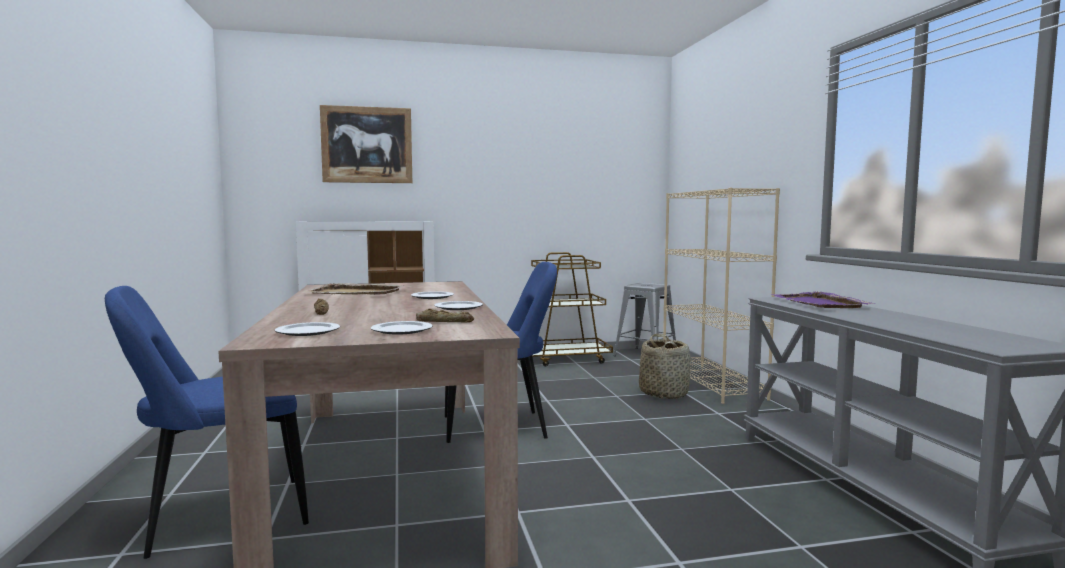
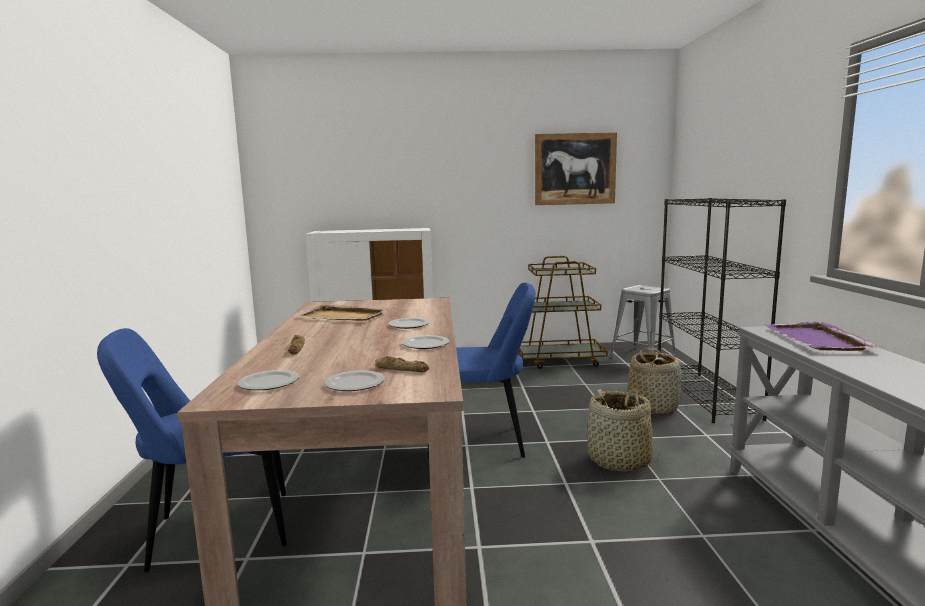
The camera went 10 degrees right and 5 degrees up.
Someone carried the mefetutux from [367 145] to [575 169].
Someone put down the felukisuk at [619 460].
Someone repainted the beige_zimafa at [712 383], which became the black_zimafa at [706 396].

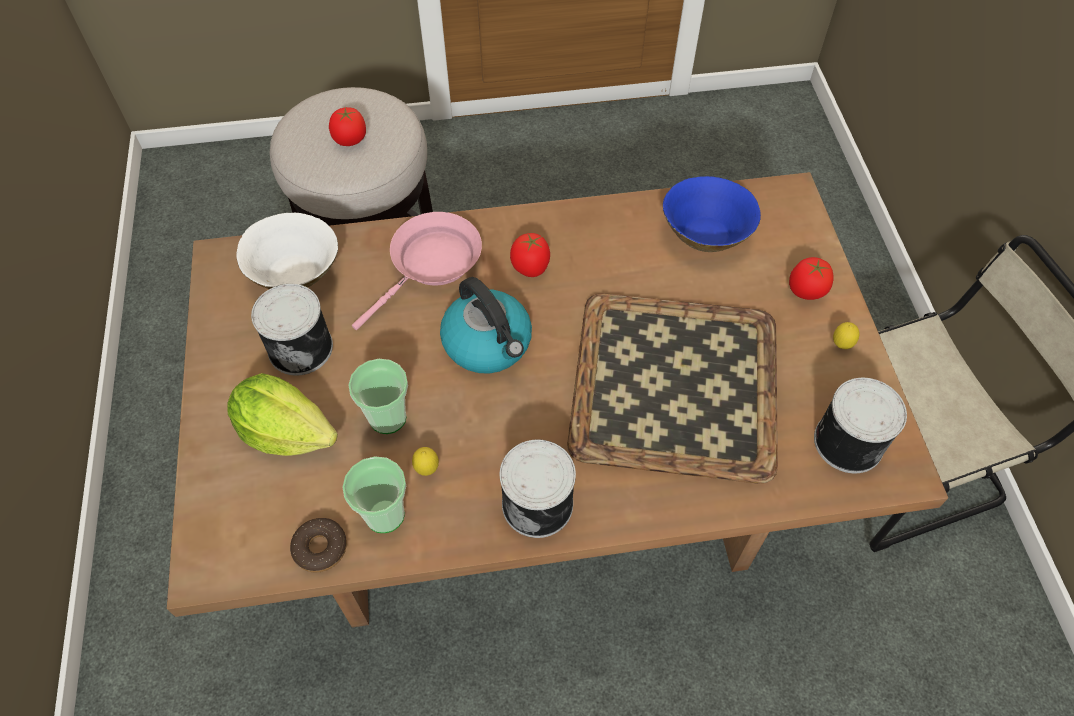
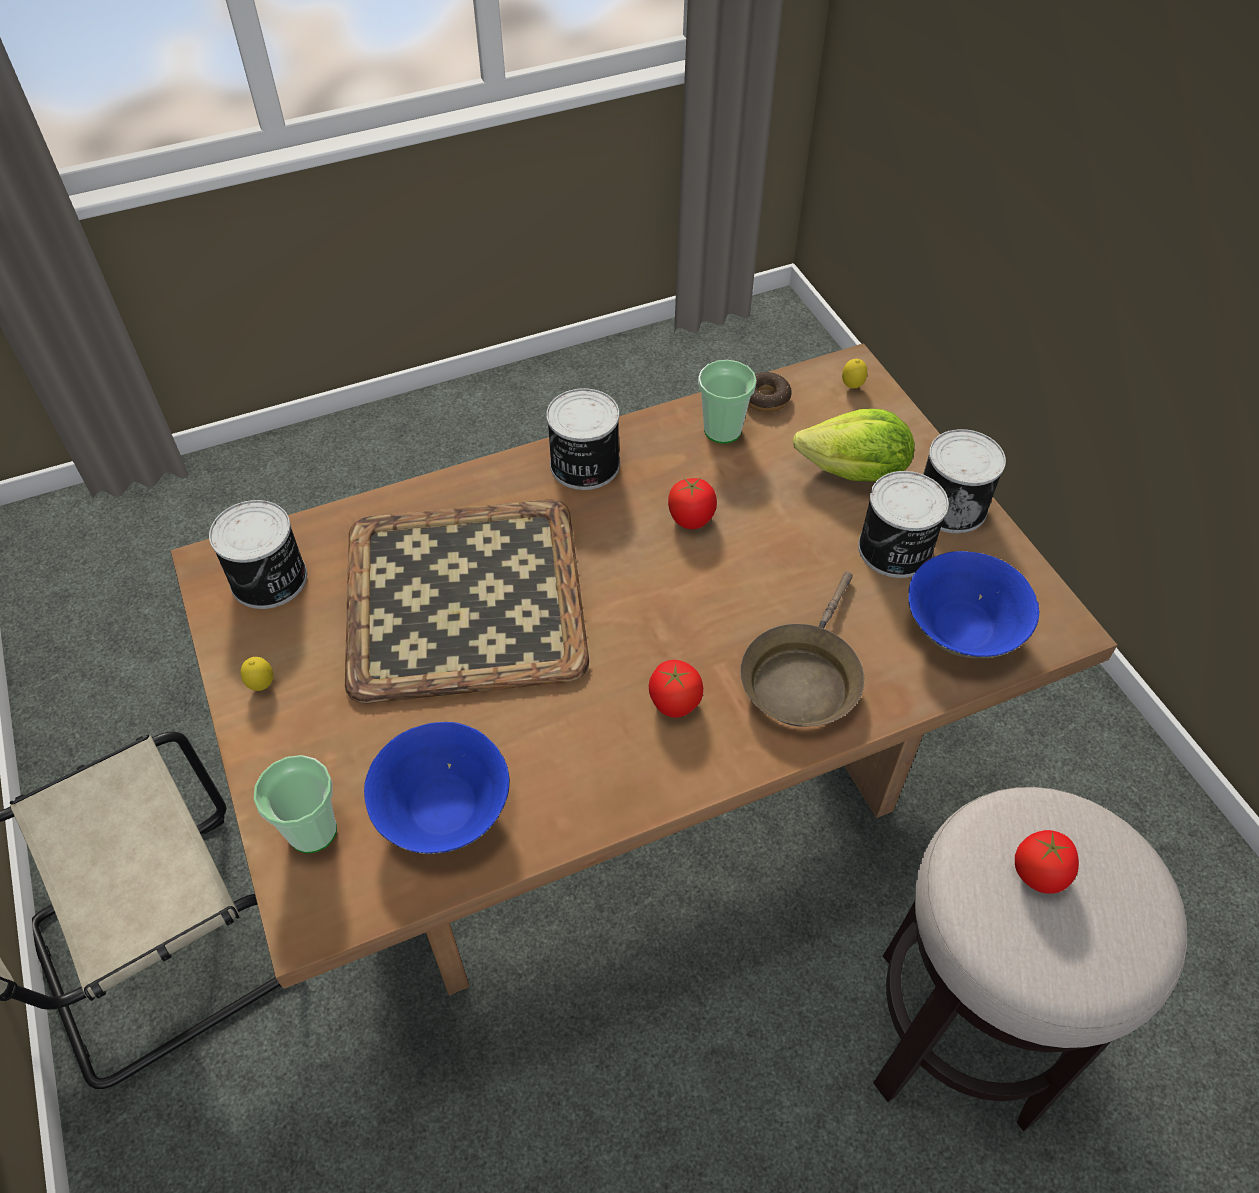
The camera went 165 degrees right and 5 degrees down.
Someone carried the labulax from [387 417] to [312 830].
Someone carried the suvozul from [805 291] to [691 519].
Someone repainted the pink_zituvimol at [431 265], which became the brown_zituvimol at [802 677].
Someone carried the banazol from [427 469] to [852 387].
Someone repainted the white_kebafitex at [296 272], which became the blue_kebafitex at [961 630].
Someone put down the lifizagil at [951 505].
Someone took away the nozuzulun at [488 343].

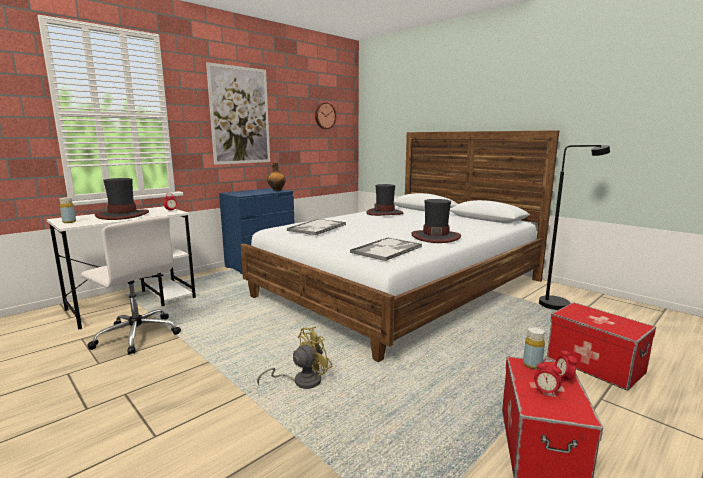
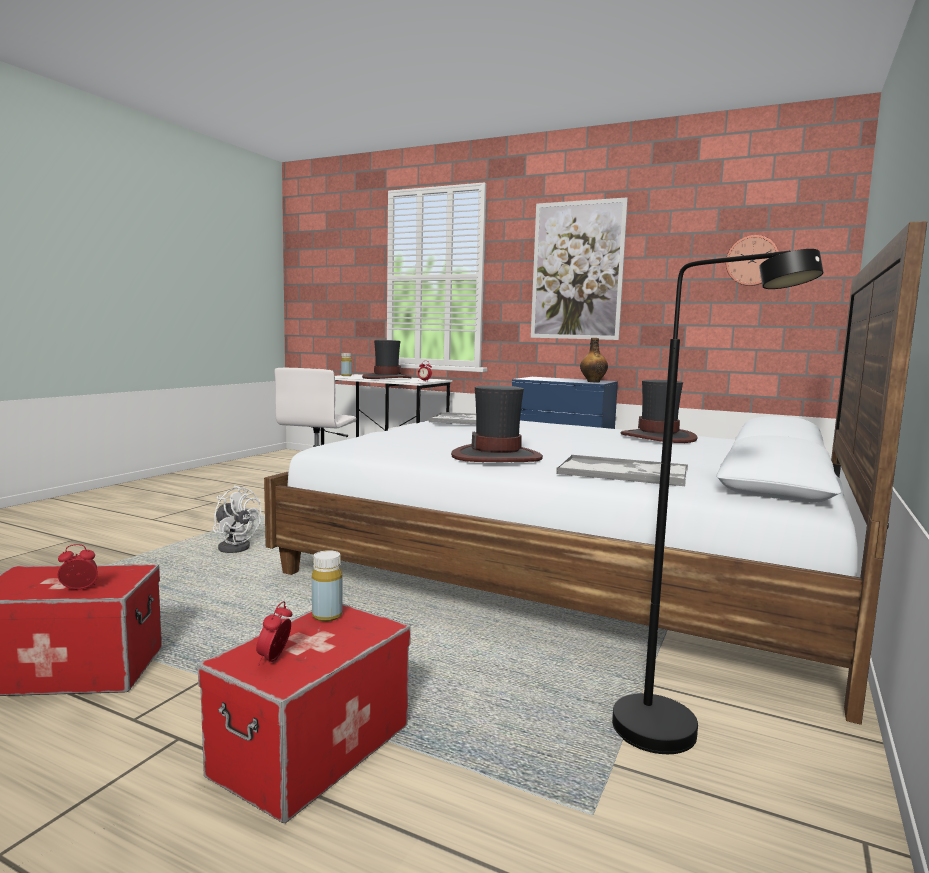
The camera went 70 degrees right and 5 degrees down.
Someone repainted the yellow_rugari at [301 381], which became the white_rugari at [235 546].
Someone carried the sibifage from [545 392] to [274 660].
Someone carried the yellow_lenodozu from [532 365] to [327 616].
Someone carried the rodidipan from [387 249] to [624 472].

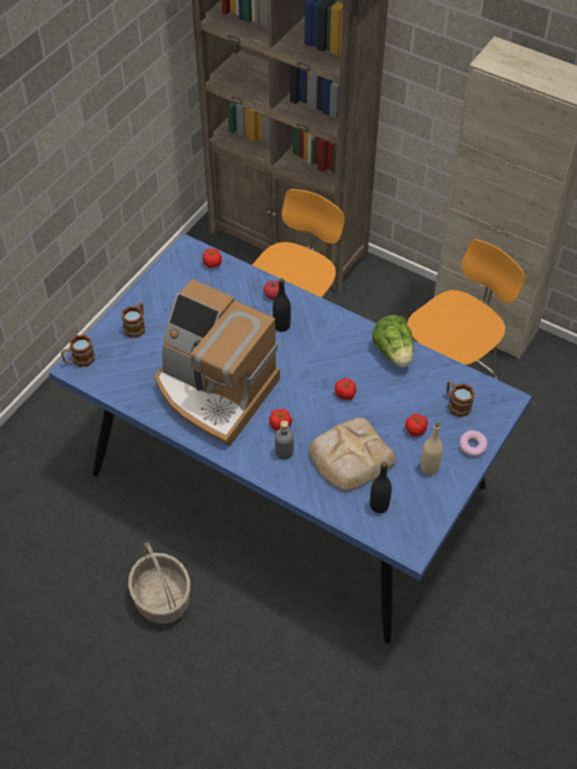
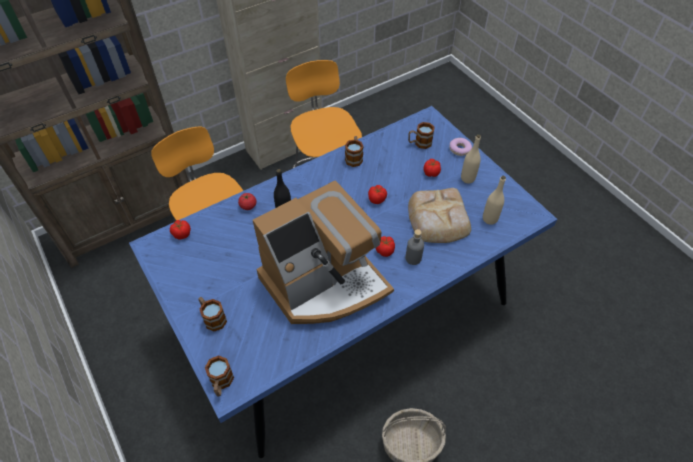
The camera went 65 degrees left and 0 degrees up.
Someone swapped the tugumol at [394 353] for the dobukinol at [354 157].
Someone repainted the black_lenodozu at [379 506], which became the beige_lenodozu at [489 219].

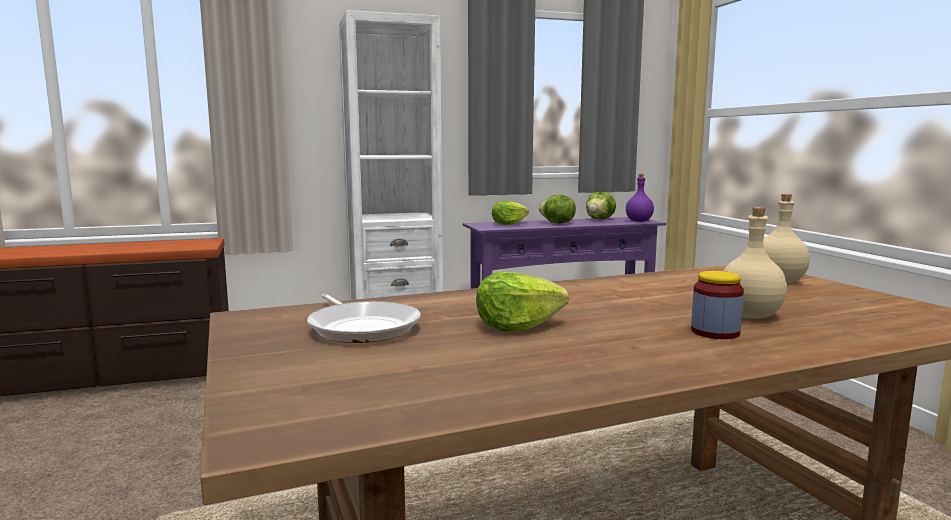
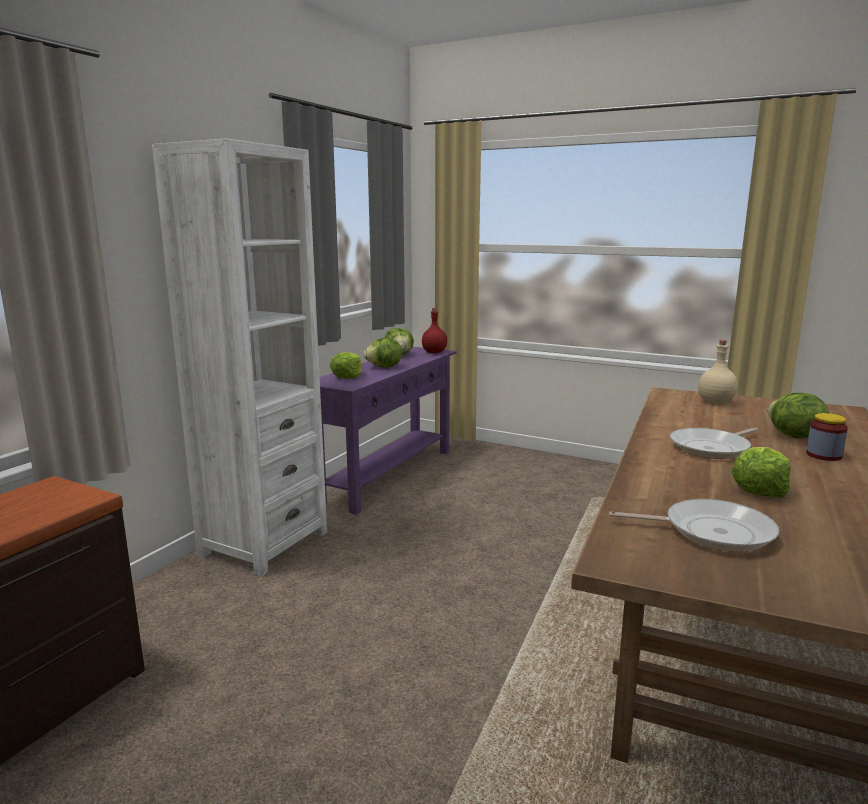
The camera went 45 degrees left and 5 degrees up.
Someone repainted the purple_lenodozu at [638 221], which became the red_lenodozu at [434 352].
Someone put down the zituvimol at [712 448].
Someone swapped the beige_lenodozu at [749 316] for the tugumol at [793 436].

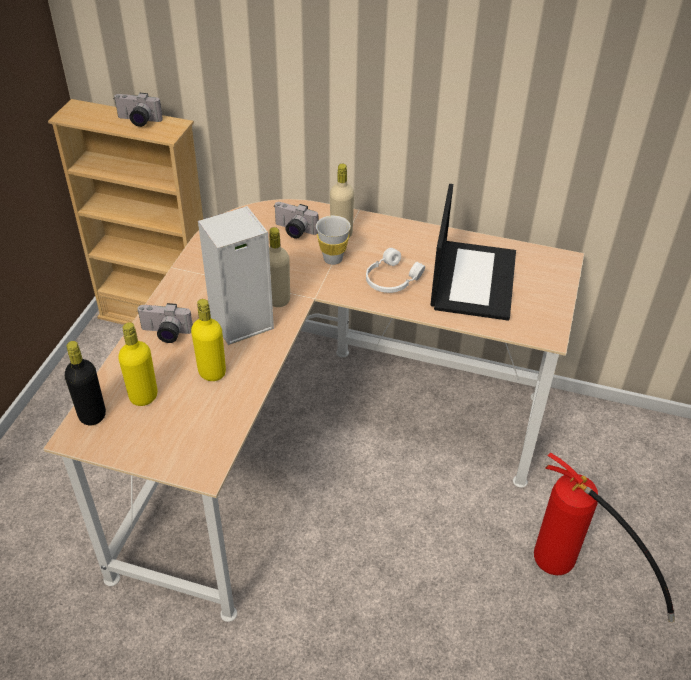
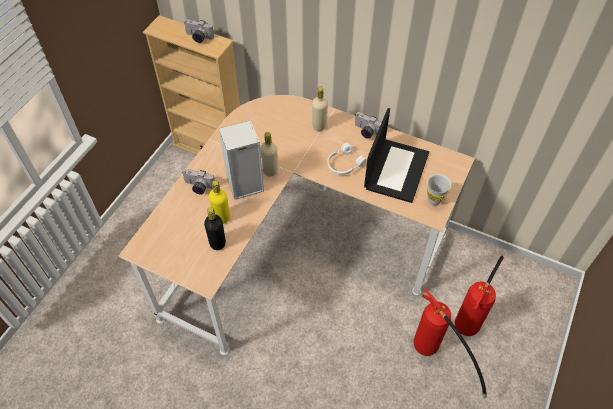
The camera went 10 degrees right and 10 degrees up.
Someone carried the black_lenodozu from [92 415] to [217 243].
Someone carried the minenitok from [293 231] to [366 132].
Someone carried the white_labulax from [333 259] to [434 200].
Someone put down the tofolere at [473 314].
Someone took away the yellow_lenodozu at [143 396].

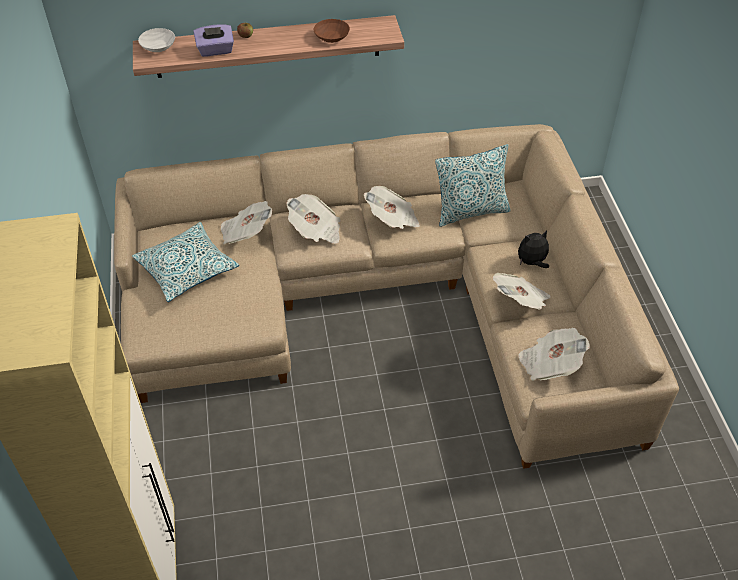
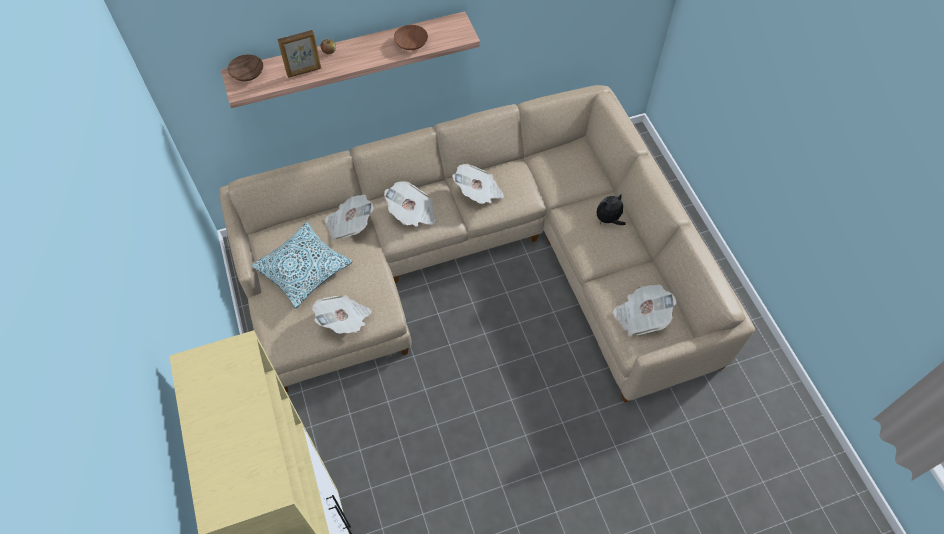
The camera went 10 degrees left and 10 degrees up.
Someone repainted the white_kebafitex at [159 46], which became the brown_kebafitex at [248 73].
Someone swapped the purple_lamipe at [215 50] for the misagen at [304 72].
Someone carried the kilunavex from [521 301] to [345 320].
Someone took away the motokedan at [471 211].

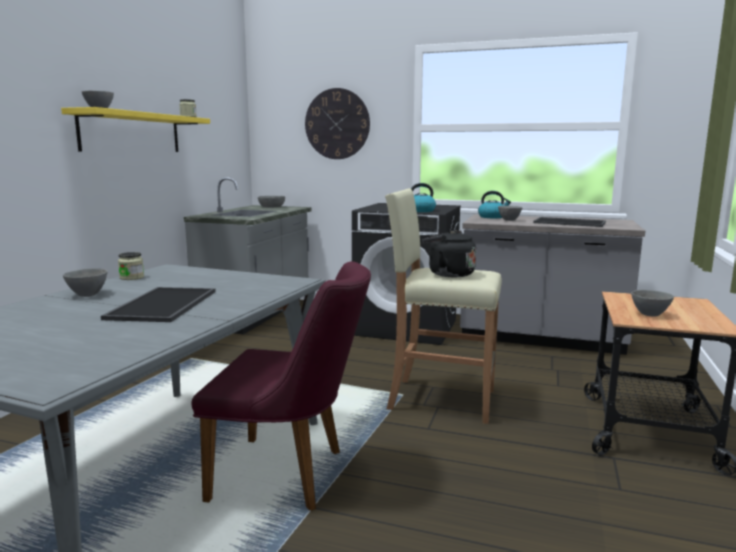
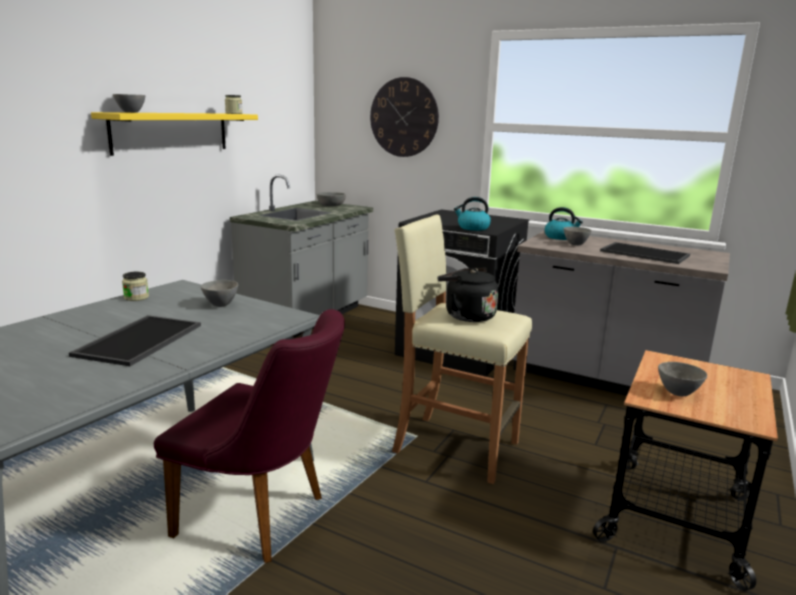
The camera went 10 degrees right and 5 degrees up.
Someone carried the grey_kebafitex from [87 295] to [220 304].

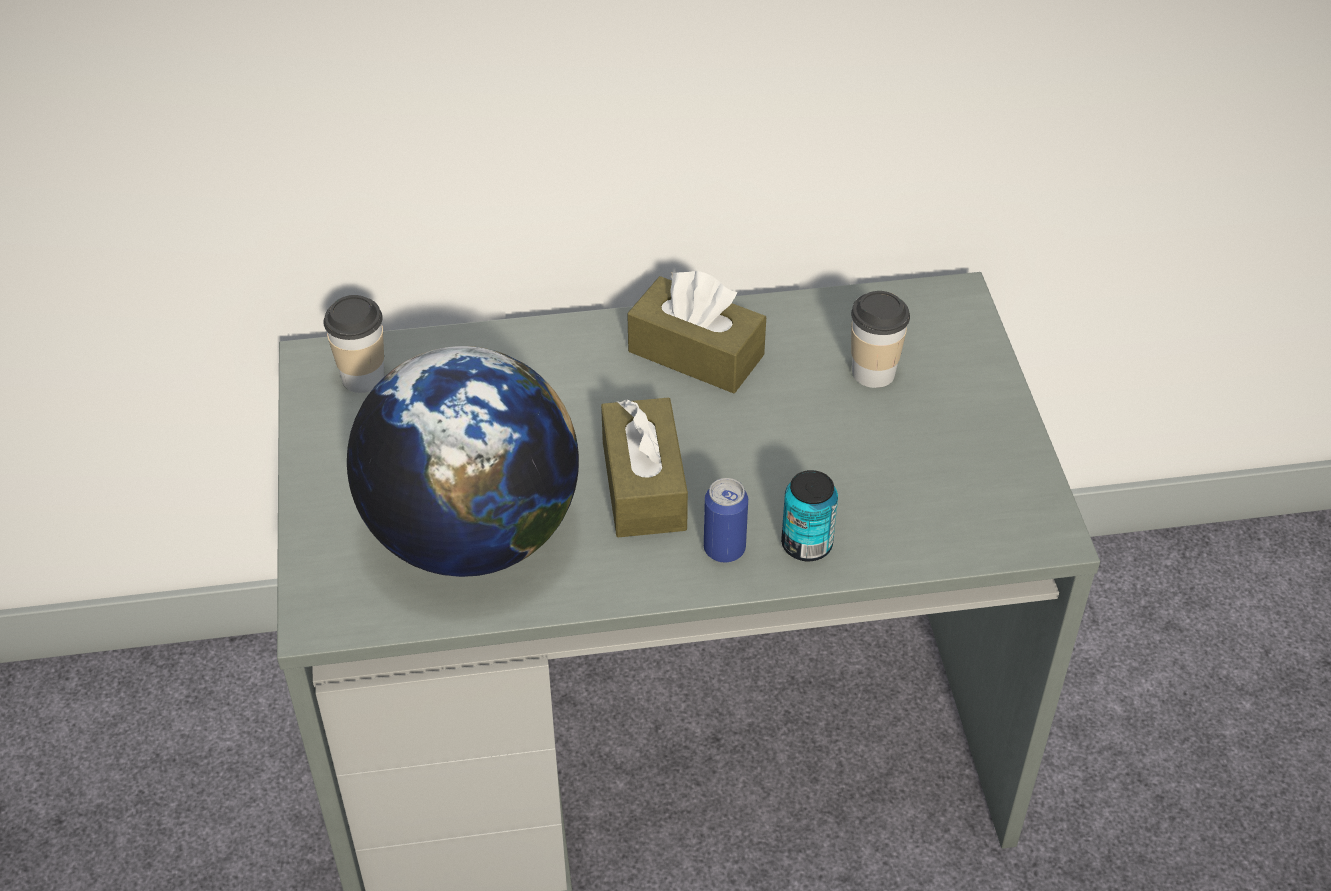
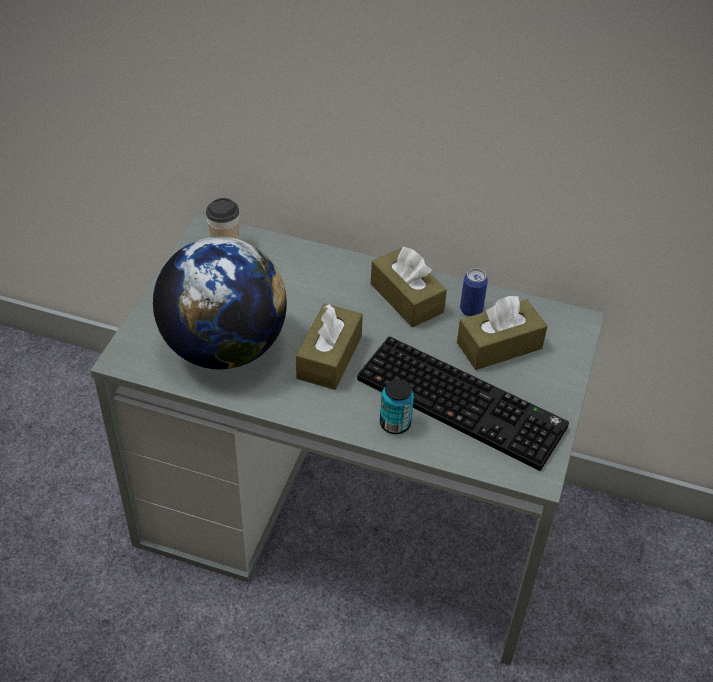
The camera went 25 degrees right and 0 degrees up.
Someone put down the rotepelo at [464 402].
Someone swapped the labulax at [873 372] for the brown_lamipe at [499 345].
Someone carried the lifizagil from [724 549] to [471 310].

